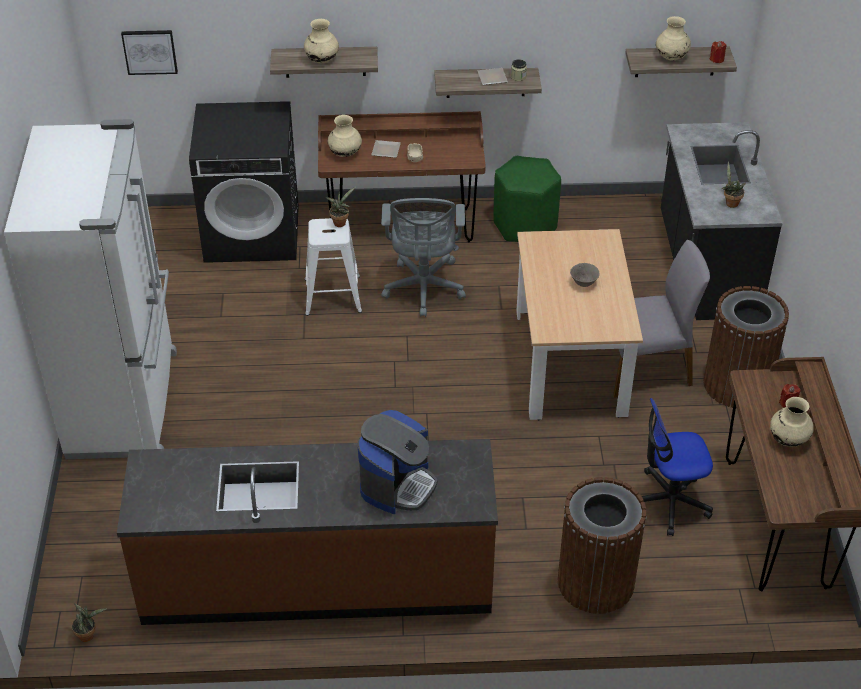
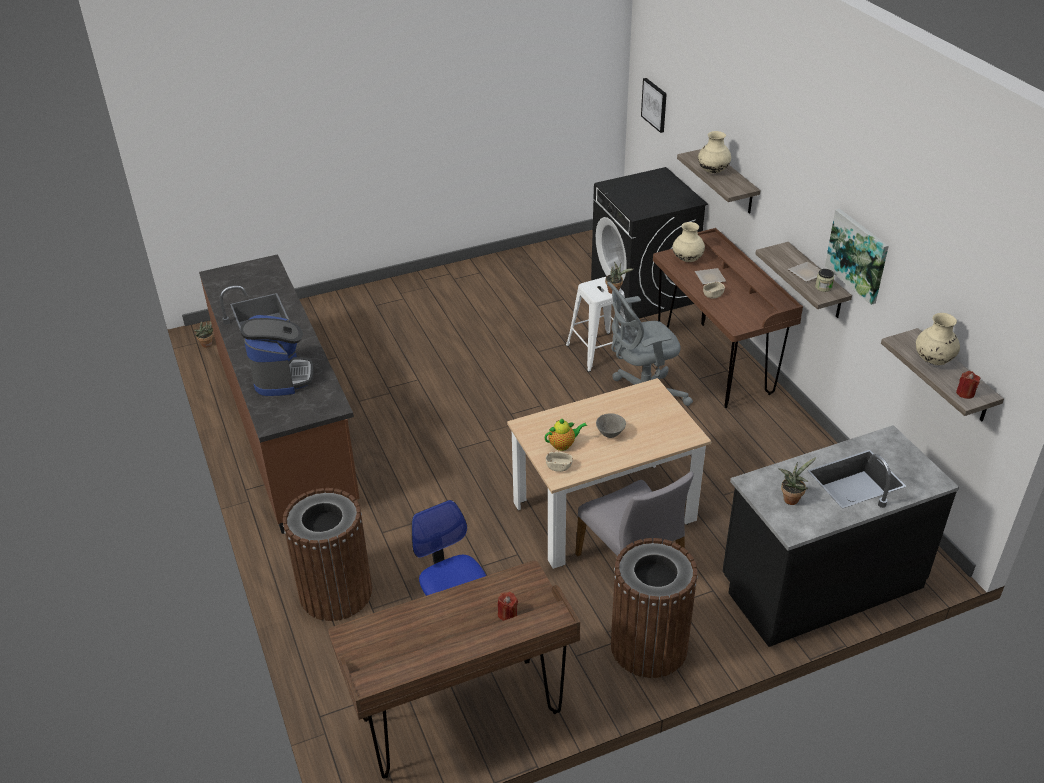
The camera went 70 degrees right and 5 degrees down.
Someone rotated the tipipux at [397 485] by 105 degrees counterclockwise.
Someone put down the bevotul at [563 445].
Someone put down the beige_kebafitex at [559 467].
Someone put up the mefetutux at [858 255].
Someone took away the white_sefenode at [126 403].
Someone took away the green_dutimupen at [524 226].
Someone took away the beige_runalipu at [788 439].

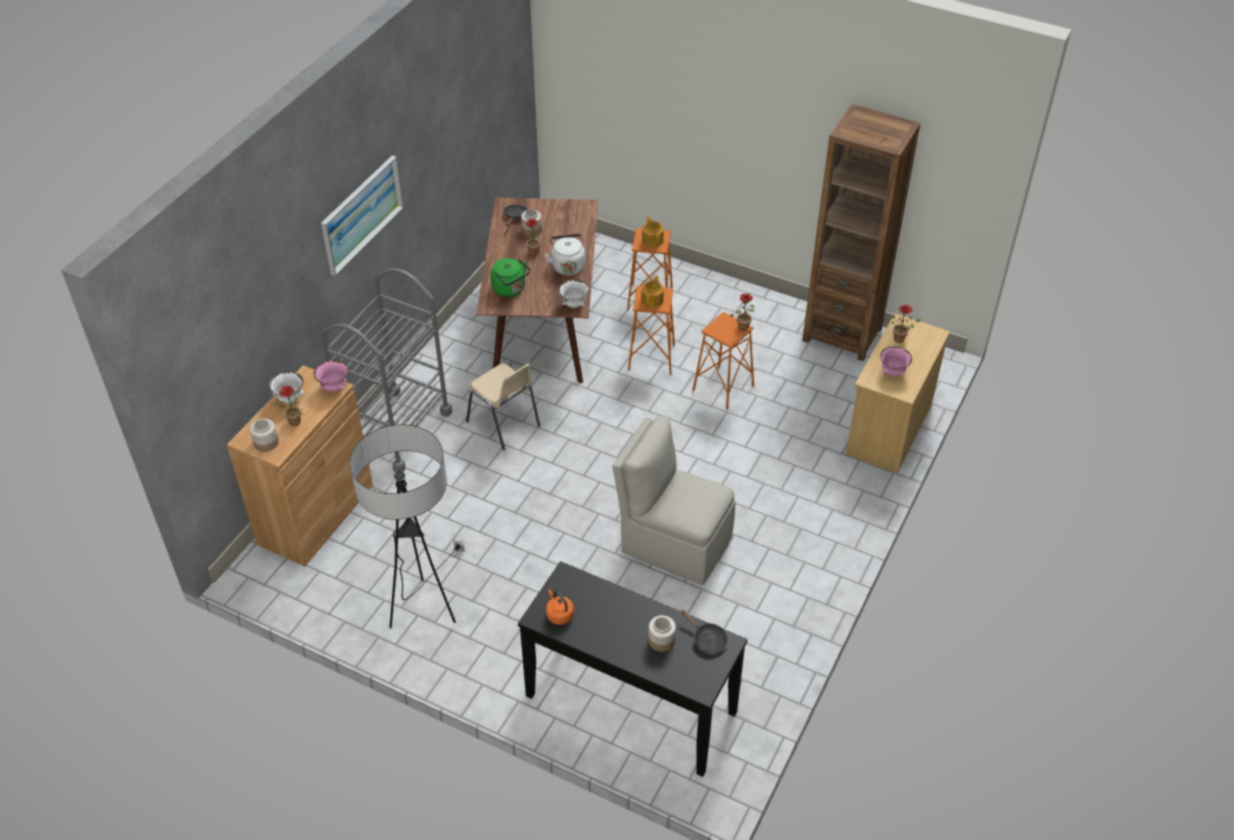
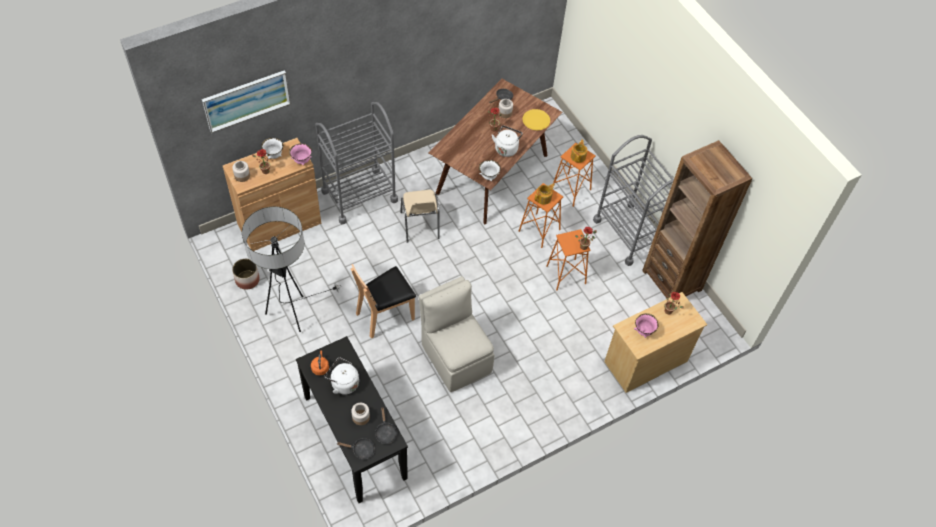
The camera went 30 degrees right and 10 degrees up.
Someone carried the mefetutux from [361 214] to [246 100].
Someone put down the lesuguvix at [247 279].
Someone put down the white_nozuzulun at [343 383].
Someone put down the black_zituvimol at [361 450].
Someone put down the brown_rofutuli at [385 315].
Someone put down the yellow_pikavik at [536 120].
Someone put down the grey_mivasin at [630 233].
Someone took away the green_nozuzulun at [510 289].

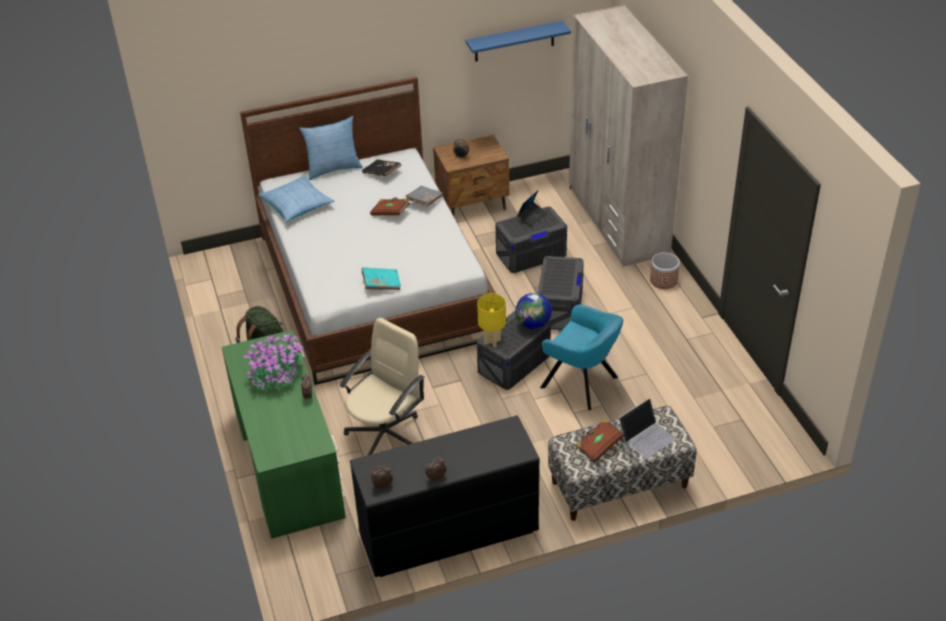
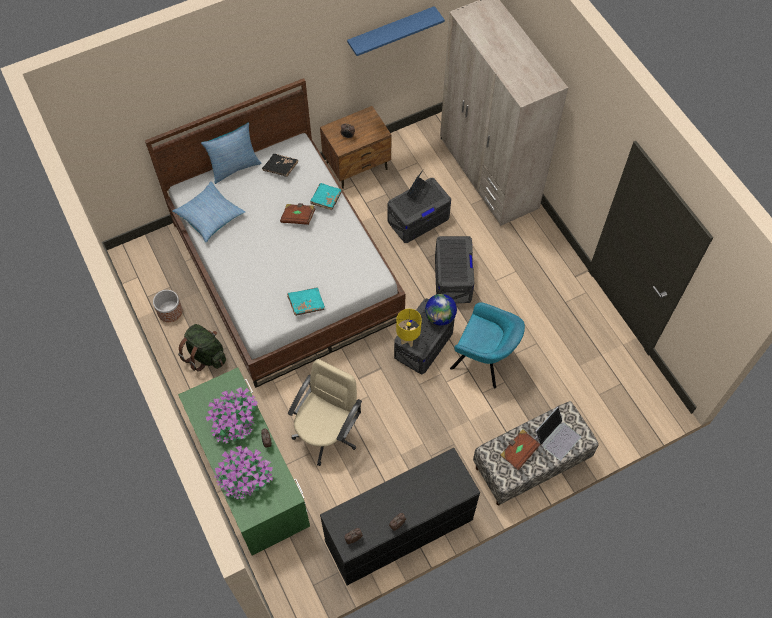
The camera went 10 degrees left and 20 degrees up.
Someone carried the lesuguvix from [663 280] to [170 311].
Someone put down the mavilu at [245 479].
Someone repainted the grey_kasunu at [424 201], which became the turquoise_kasunu at [326 200].

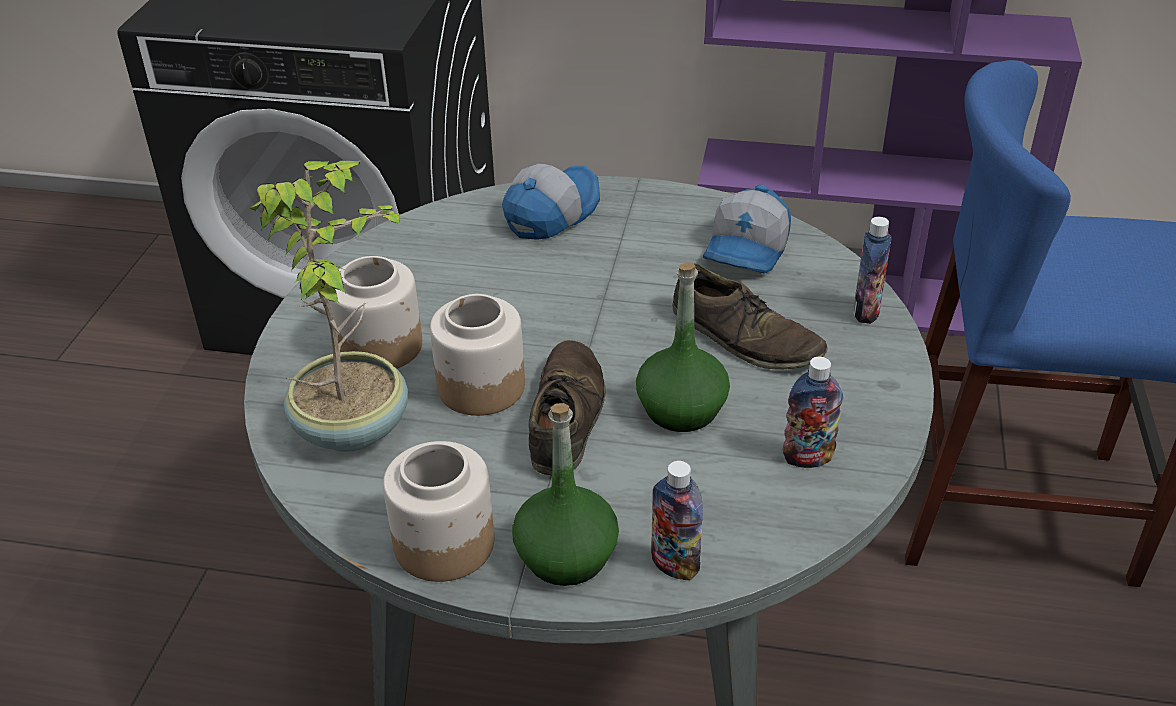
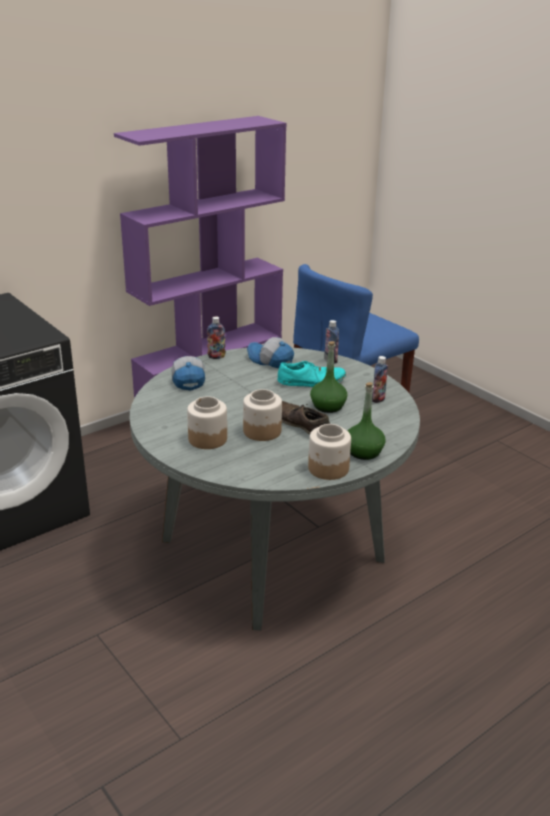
The camera went 50 degrees left and 10 degrees down.
Someone carried the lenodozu from [674 565] to [216 356].
Someone rotated the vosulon at [748 250] by 150 degrees clockwise.
Someone repainted the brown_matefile at [745 337], which became the turquoise_matefile at [311 381].
Someone took away the mavilu at [354 426].

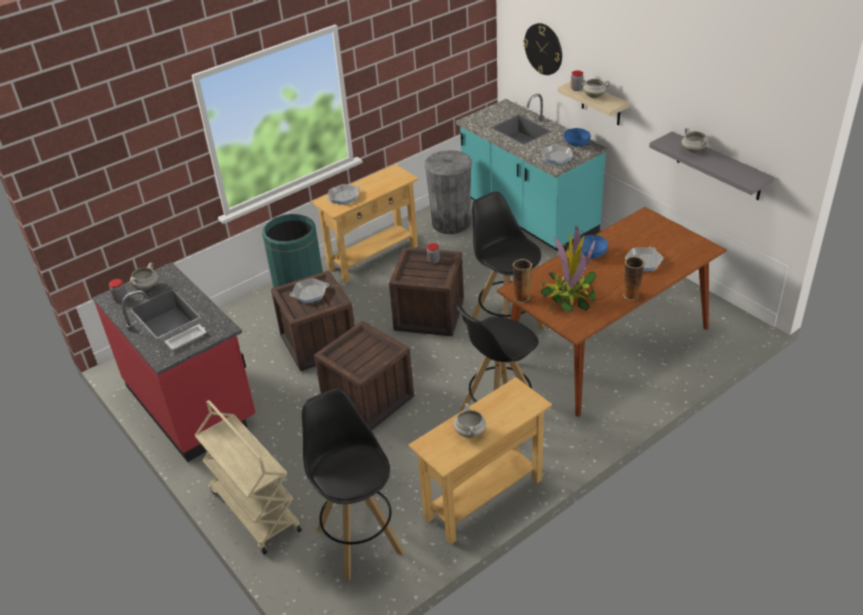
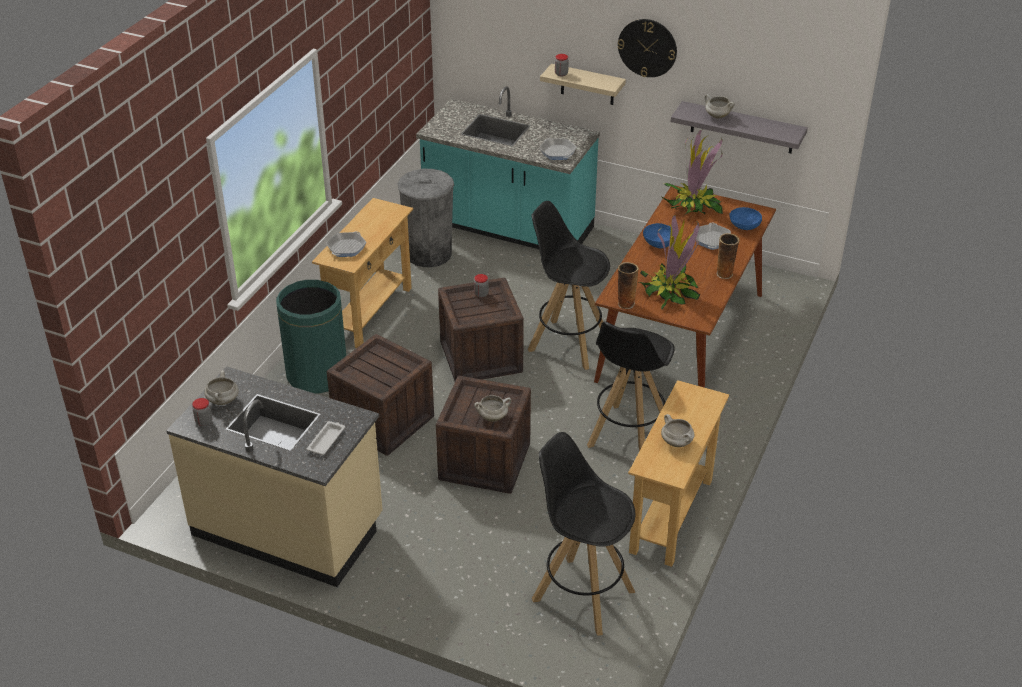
The camera went 30 degrees left and 0 degrees up.
Someone repainted the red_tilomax at [192 403], which became the beige_tilomax at [289 526].
Someone carried the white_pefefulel from [594 96] to [493 417].
Someone carried the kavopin from [543 49] to [647 47].
Someone put down the mavilu at [692 205].
Someone carried the blue_kebafitex from [576 144] to [744 227].
Someone took away the beige_mivasin at [254 510].
Someone took away the zituvimol at [310 293].

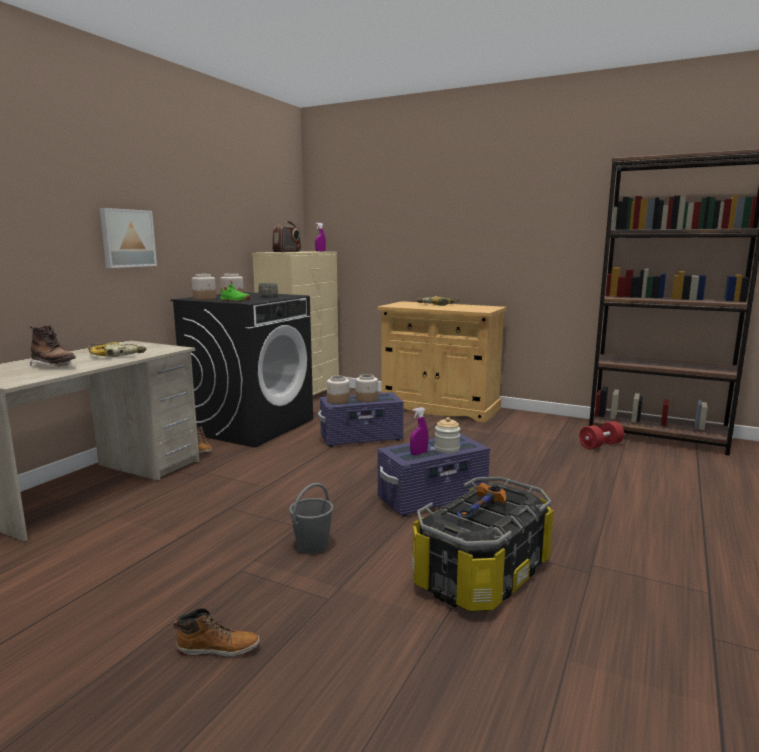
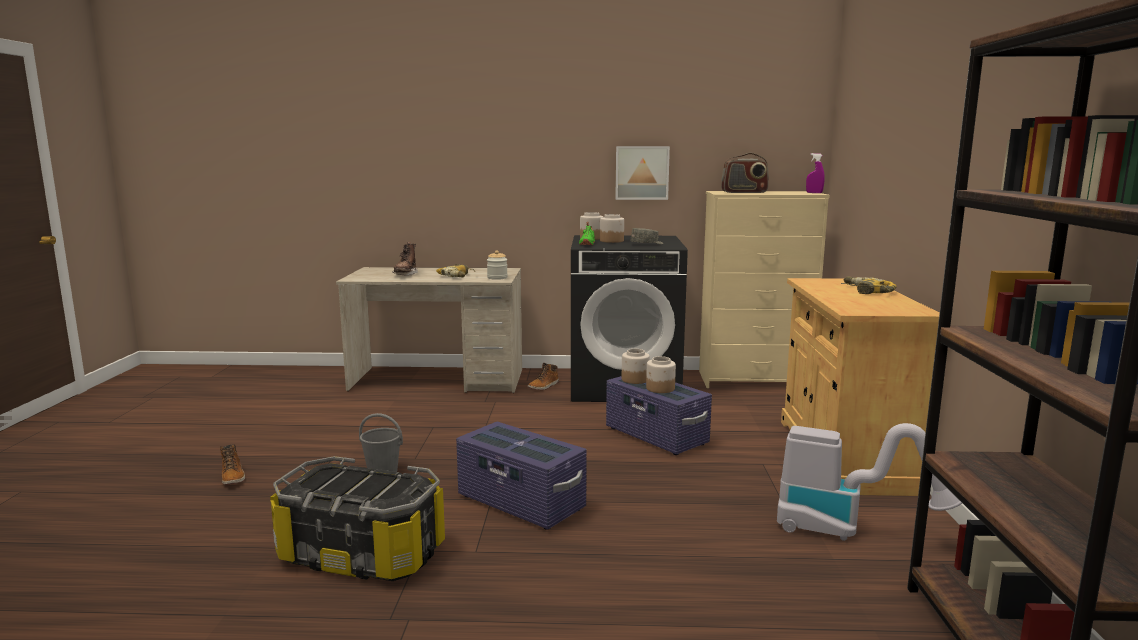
The camera went 65 degrees right and 0 degrees up.
Someone carried the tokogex from [447 449] to [497 278].
Someone carried the mefetutux from [127 238] to [642 173].
Someone put down the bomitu at [847 530].
Someone took away the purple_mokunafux at [418 453].
Someone took away the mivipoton at [480 512].
Someone took away the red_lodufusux at [600 445].

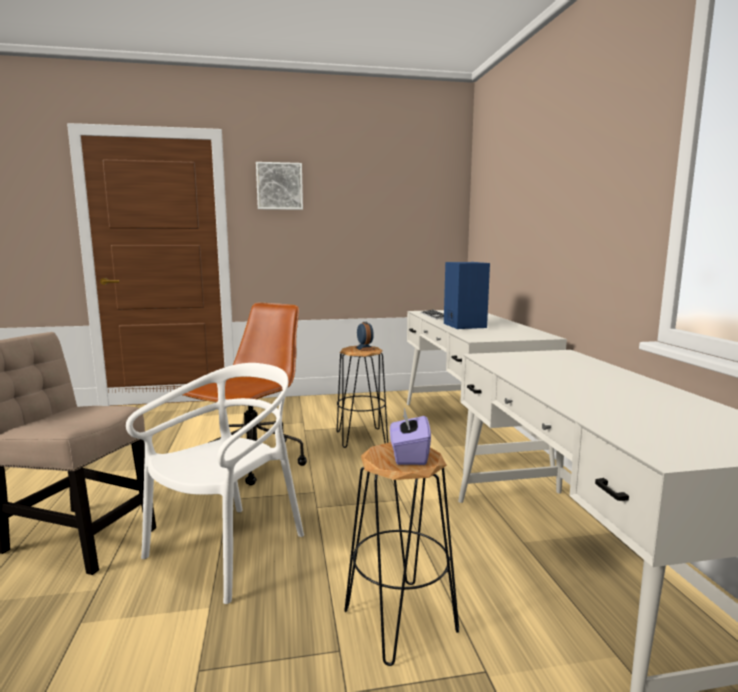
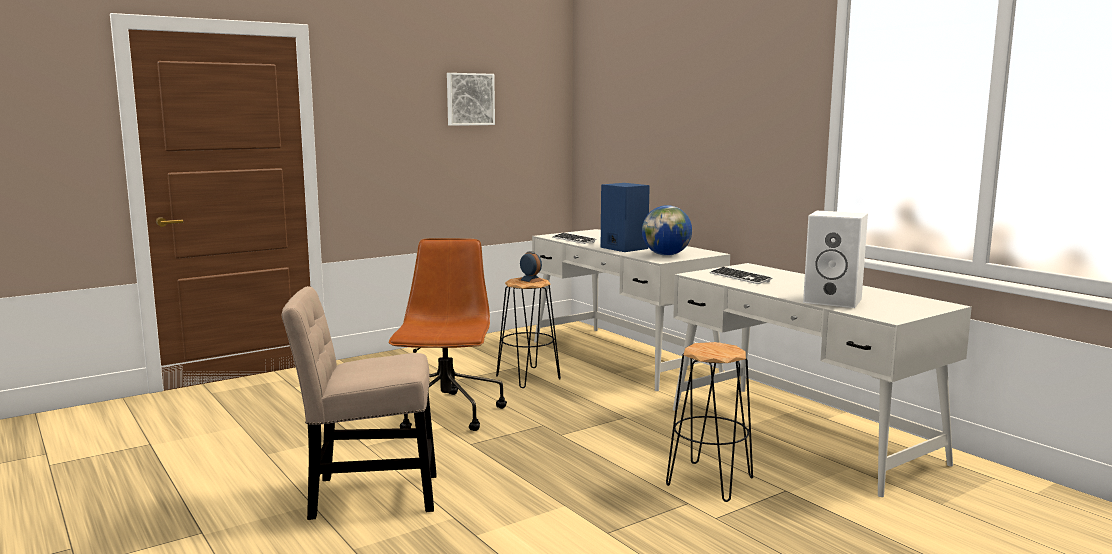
The camera went 25 degrees left and 0 degrees up.
Someone carried the mefetutux from [279 186] to [469 99].
Someone put down the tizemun at [666 255].
Someone put down the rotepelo at [740 277].
Someone put down the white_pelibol at [834 300].
Someone took away the white_rofutuli at [228 550].
Someone took away the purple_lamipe at [409 455].

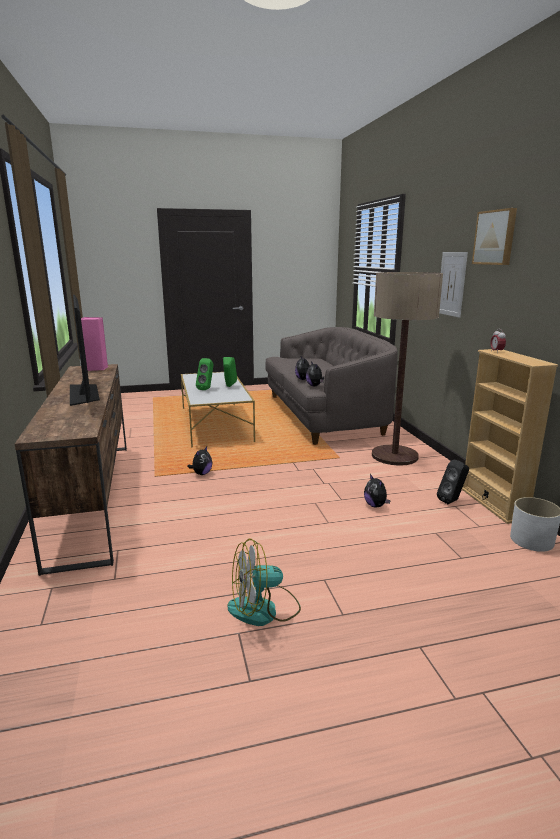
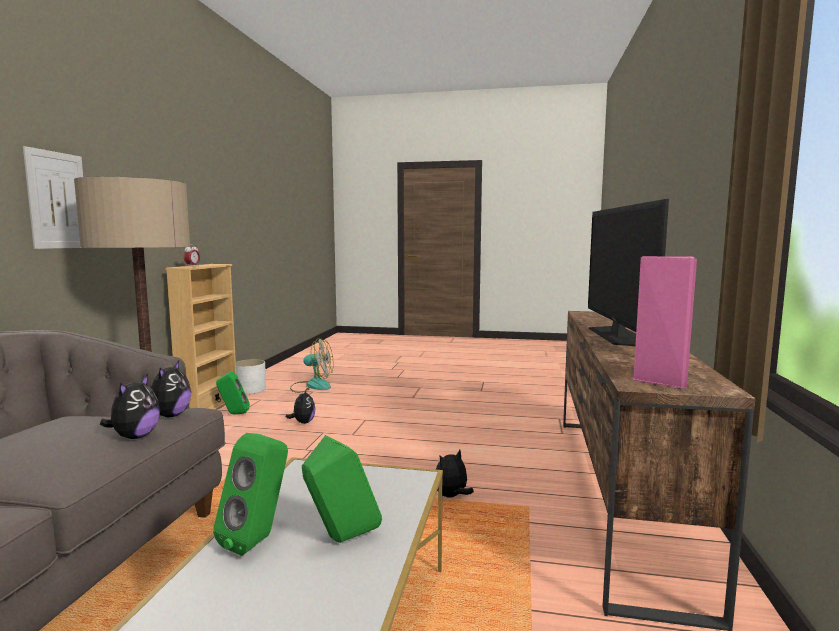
The camera went 155 degrees left and 10 degrees down.
Someone repainted the black_pelibol at [452 501], which became the green_pelibol at [233 414].
Someone carried the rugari from [264 609] to [312 386].
Someone took away the mefetutux at [495 237].

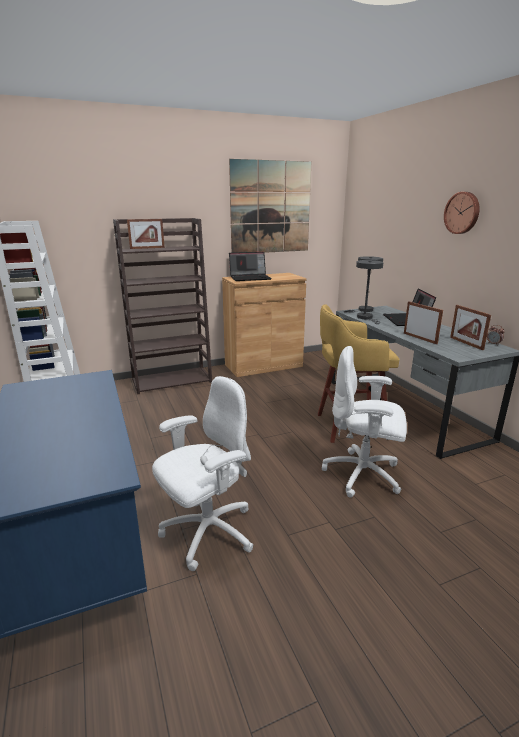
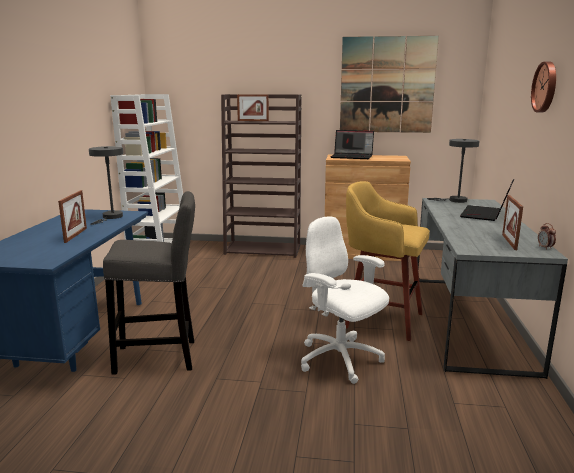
The camera went 30 degrees right and 5 degrees down.
Someone carried the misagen from [420 338] to [75 235].
Someone carried the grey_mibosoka from [366 318] to [111 217].
Someone swapped the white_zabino at [207 533] for the grey_dutimupen at [161 357].

